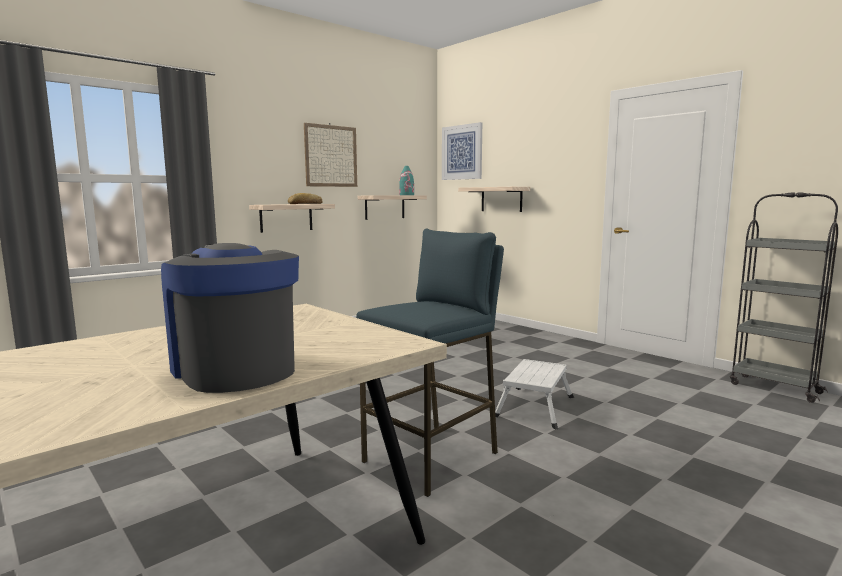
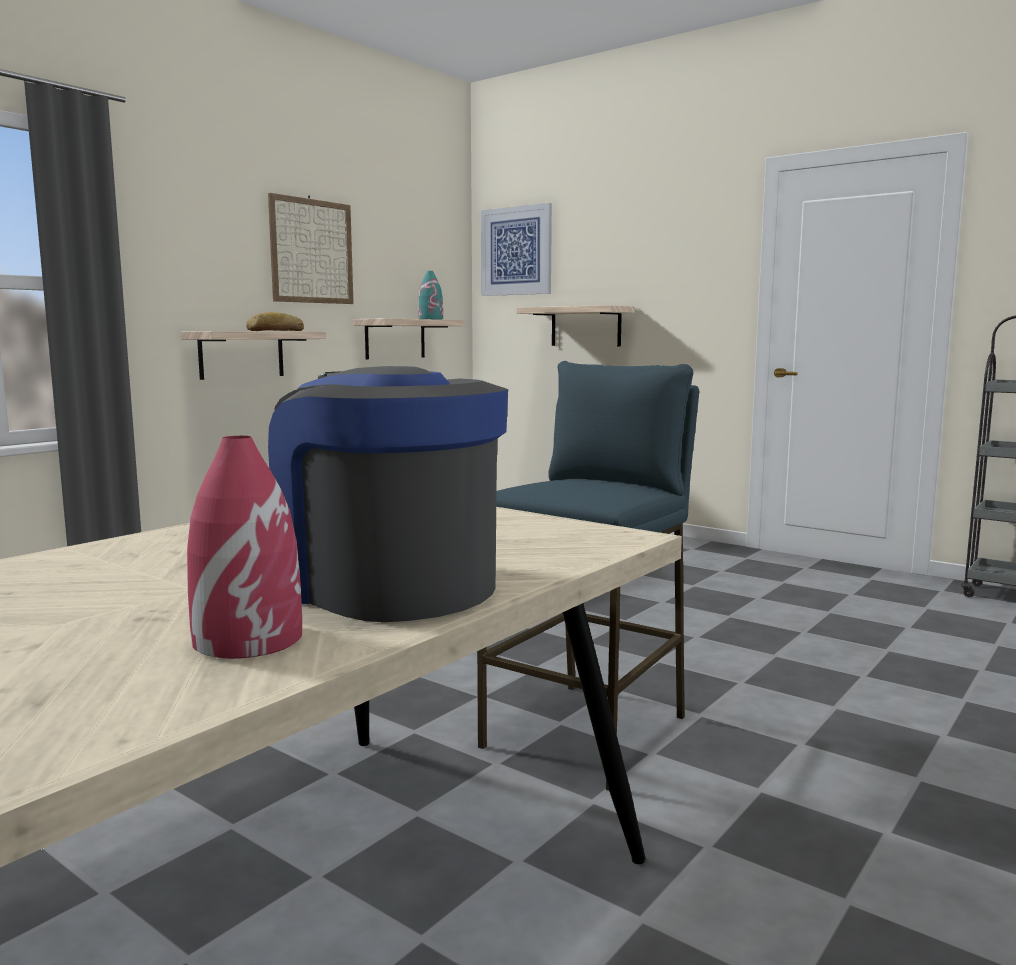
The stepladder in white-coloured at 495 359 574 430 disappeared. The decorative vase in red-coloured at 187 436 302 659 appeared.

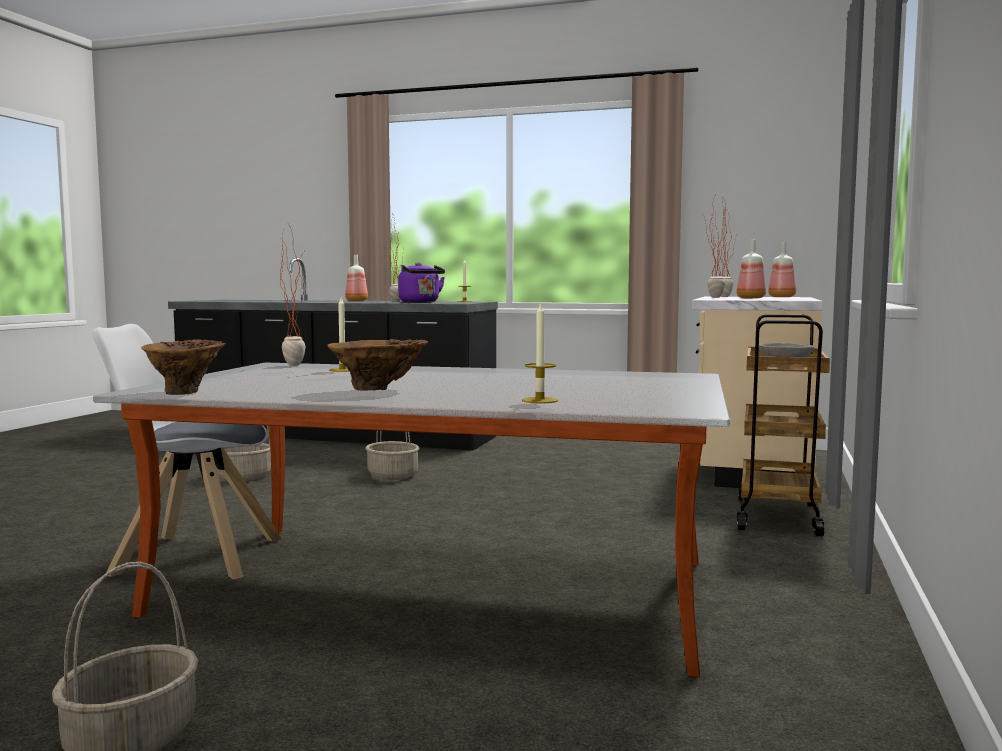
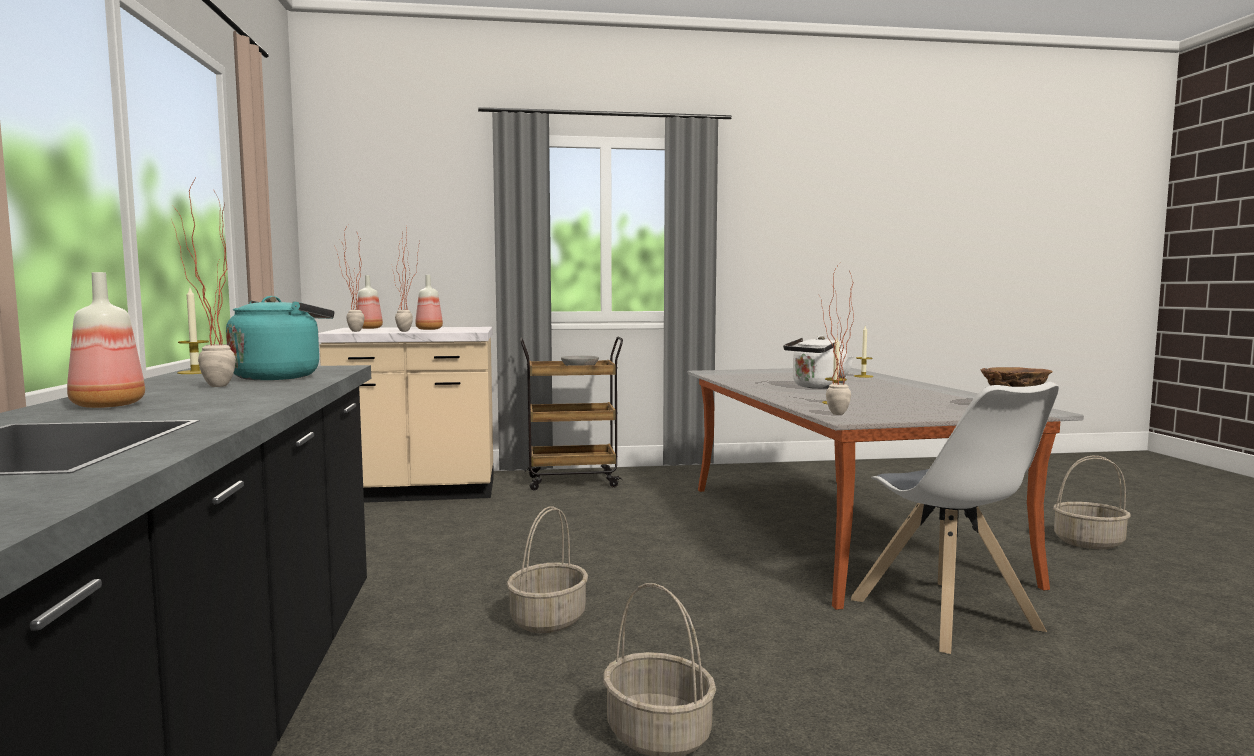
The tea kettle in purplish at 398 262 445 303 became the tea kettle in turquoise-coloured at 226 296 334 380. The decorative vase in brown-coloured at 327 339 428 391 disappeared. The tea kettle in white-coloured at 783 335 853 389 appeared.

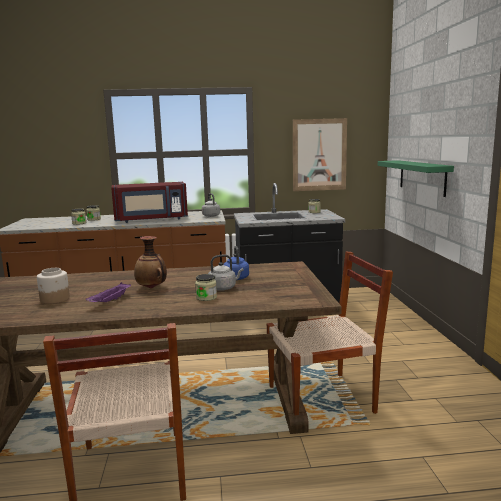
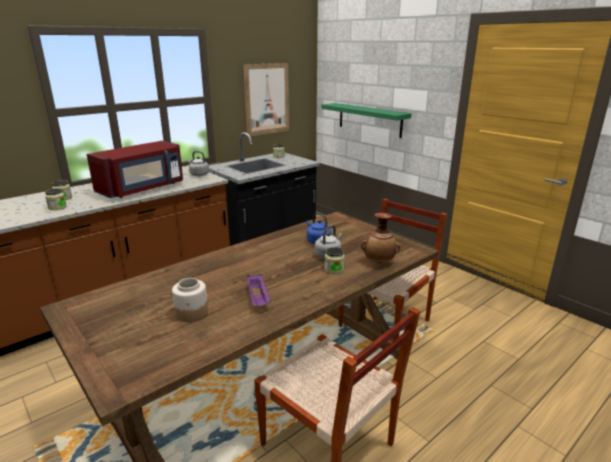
The decorative vase moved from 134 236 167 289 to 361 213 400 263.

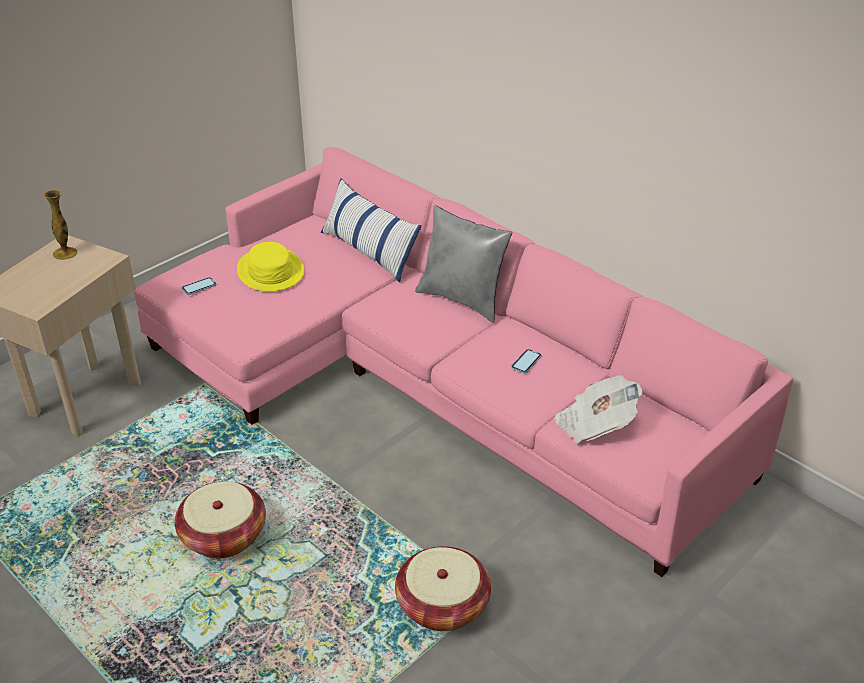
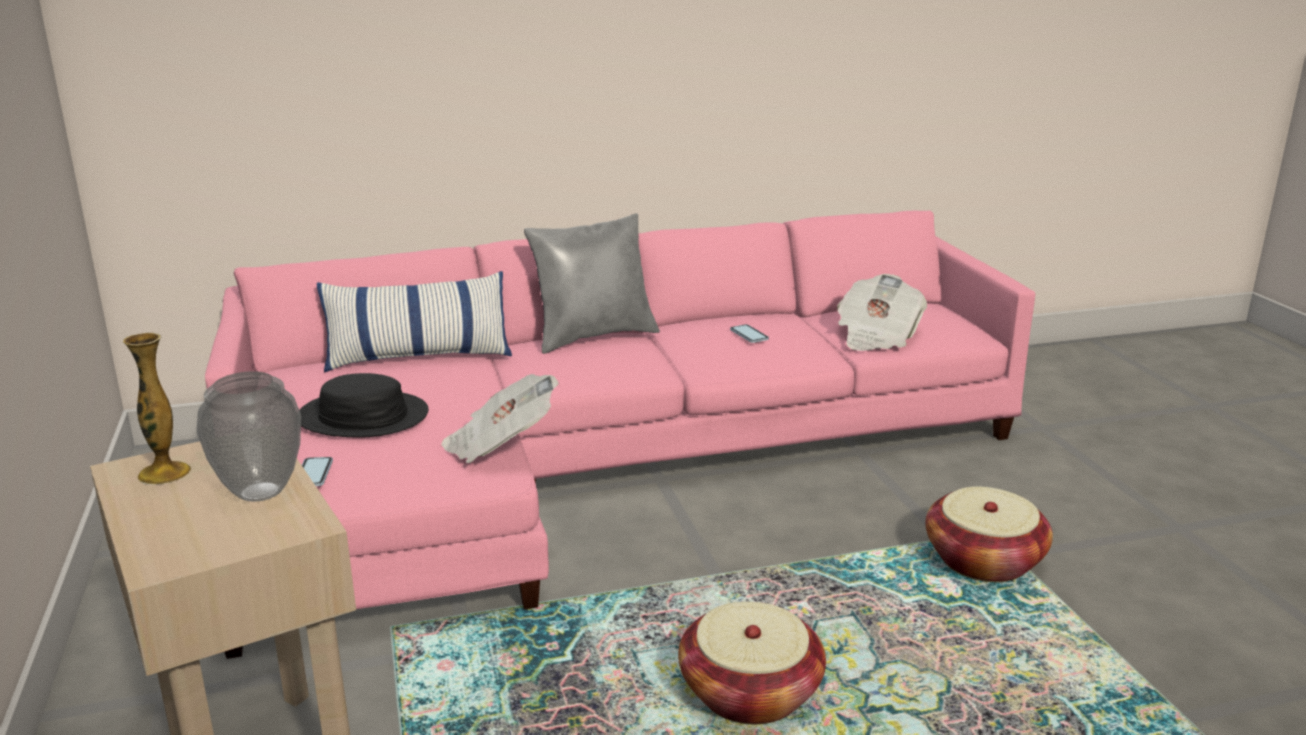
The wearable hat in yellow-coloured at 237 242 304 291 became the wearable hat in blackish at 299 373 429 437. The decorative vase at 197 371 301 501 appeared. The printed paper at 441 374 559 463 appeared.

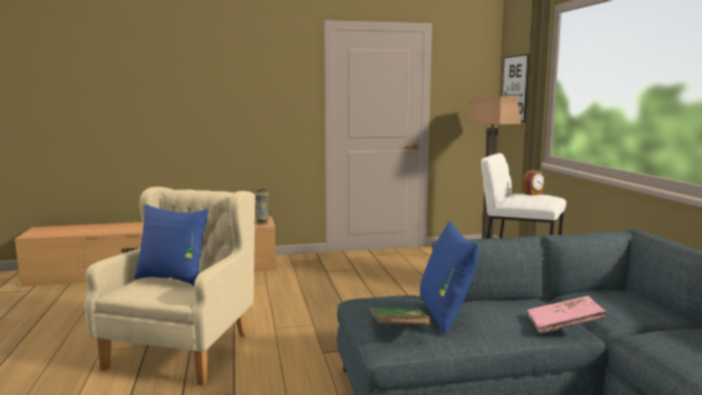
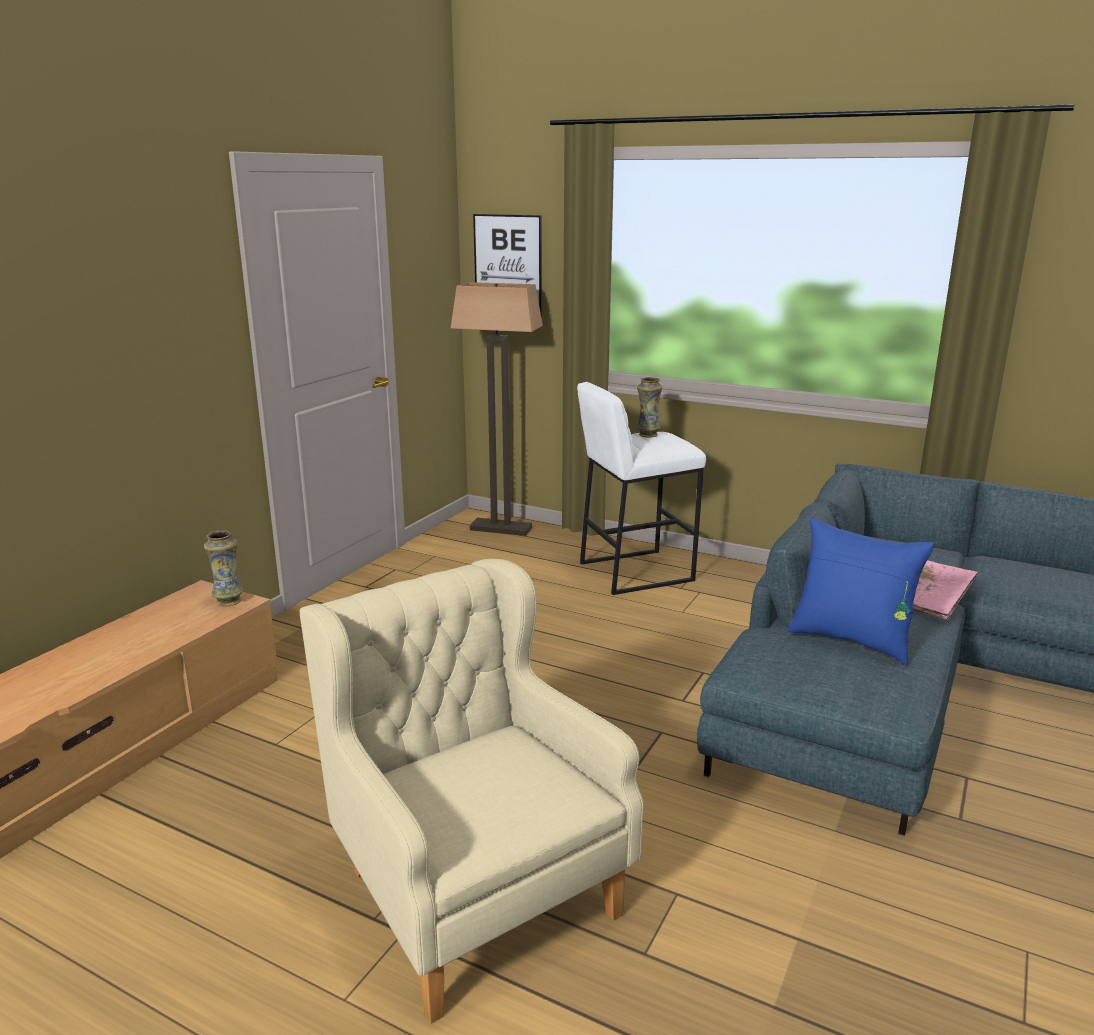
The table clock at 523 170 545 196 was replaced by the decorative vase at 637 377 662 438. The cushion in blue at 134 204 209 286 disappeared. The volume in green at 370 307 430 325 disappeared.

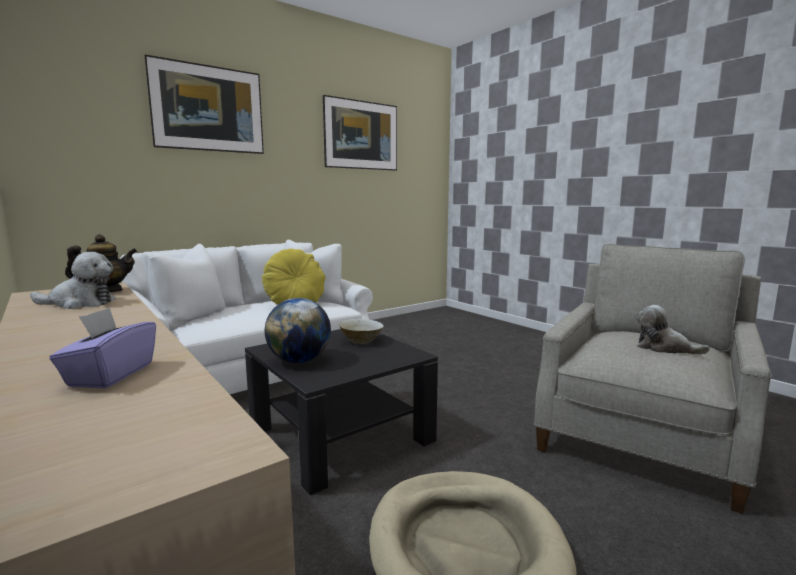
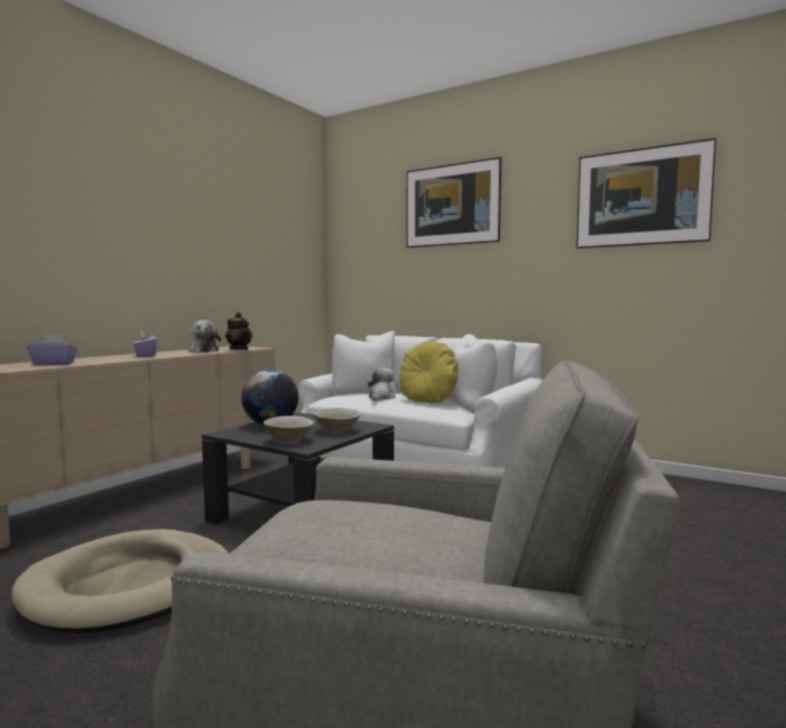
The plush toy moved from 636 305 710 355 to 368 368 395 401. The tissue box in purplish at 133 330 157 357 appeared. The bowl in beige-coloured at 263 416 314 443 appeared.

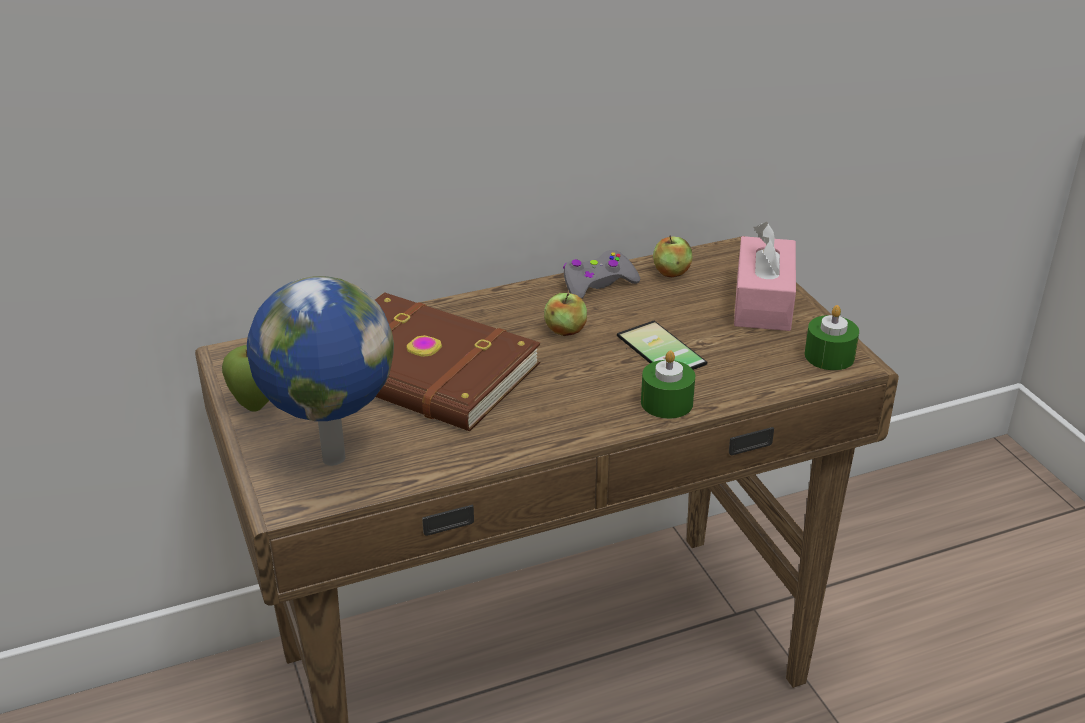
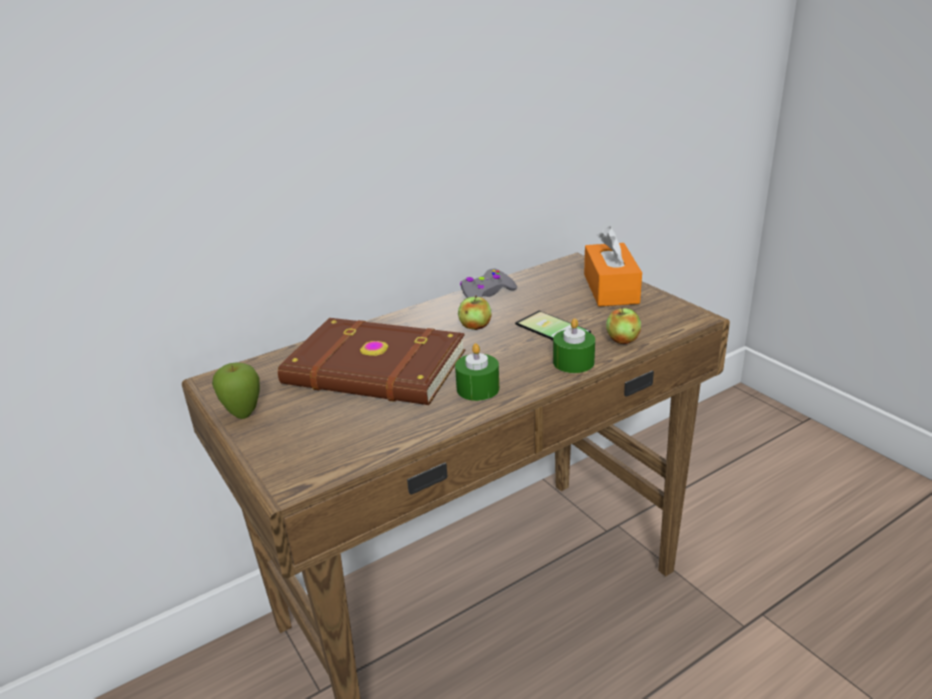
The tissue box in pink at 734 222 796 331 became the tissue box in orangey at 584 226 642 306. The apple fruit moved from 653 235 693 278 to 606 307 641 344. The world globe at 247 276 394 466 disappeared. The wax candle in green moved from 804 305 859 370 to 455 343 499 401.

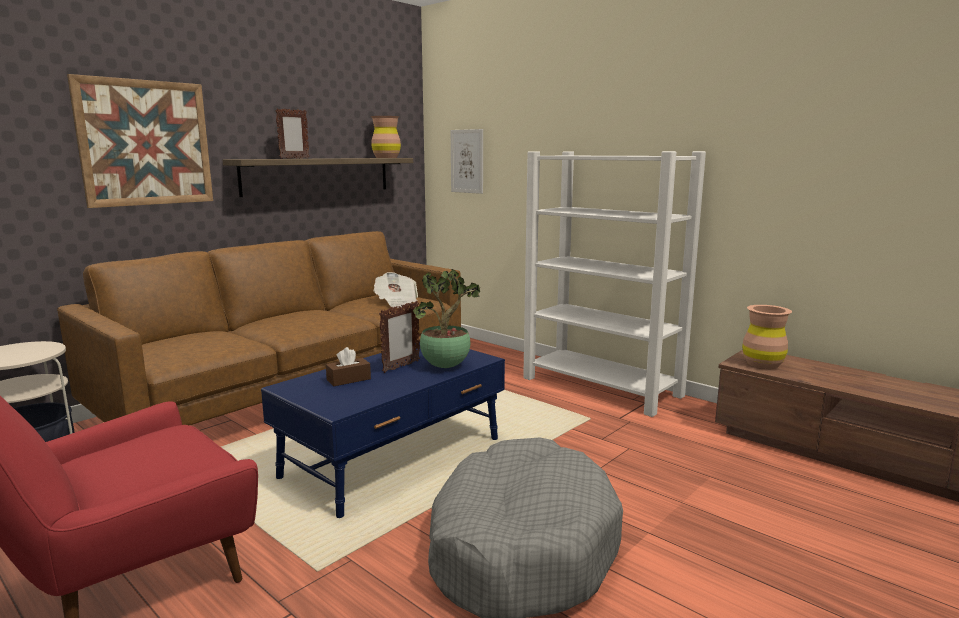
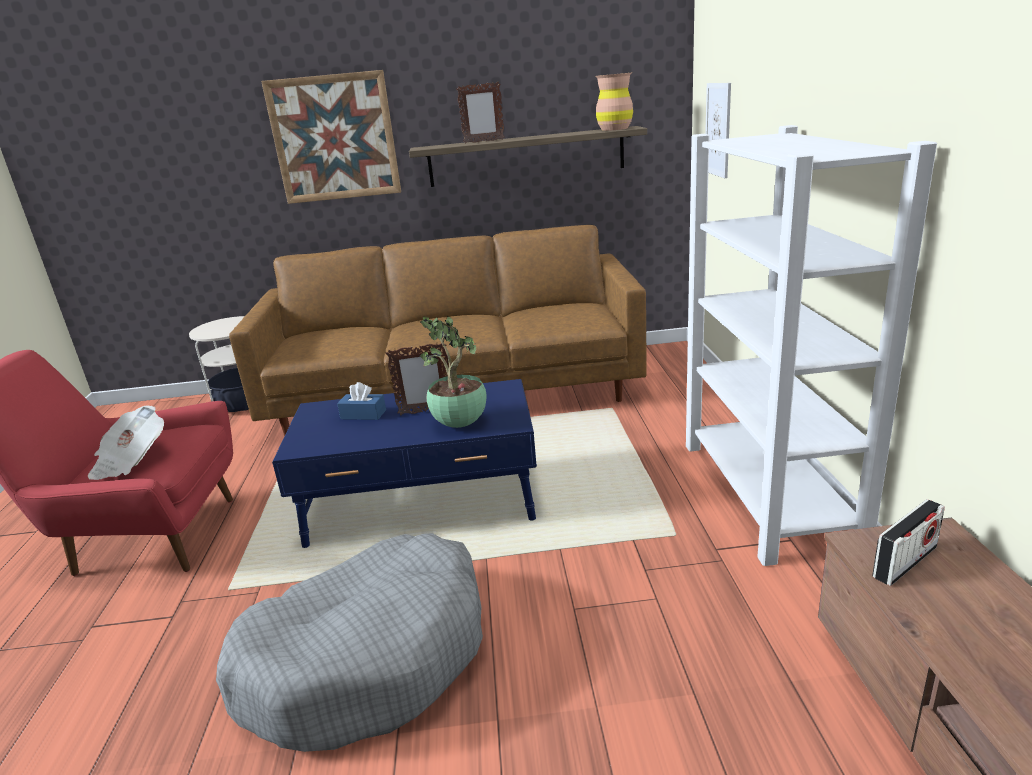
The printed paper moved from 373 272 418 307 to 87 405 164 480. The decorative vase in brown-coloured at 742 305 792 369 was replaced by the radio set at 872 499 945 586. The tissue box in brown-coloured at 326 347 371 386 became the tissue box in blue at 337 382 386 420.

